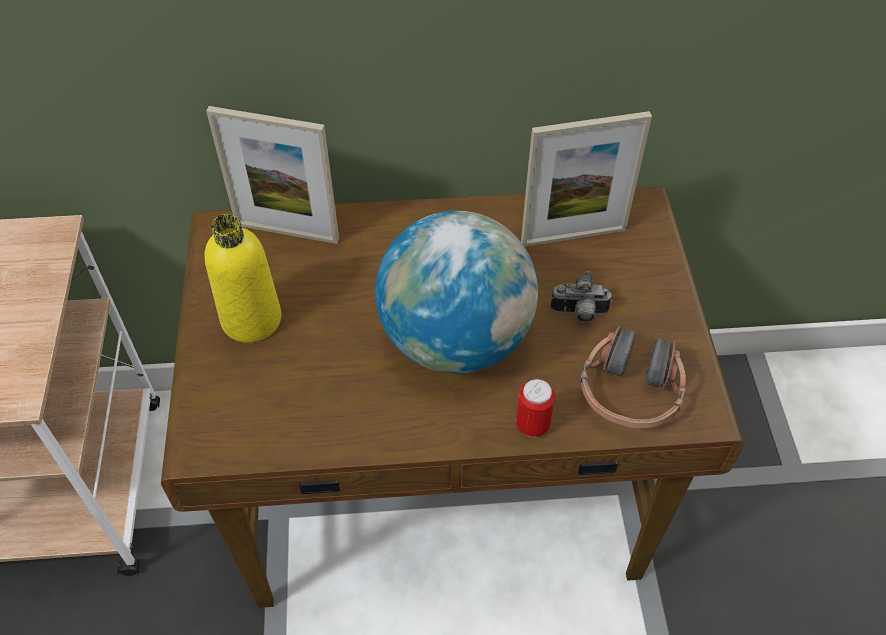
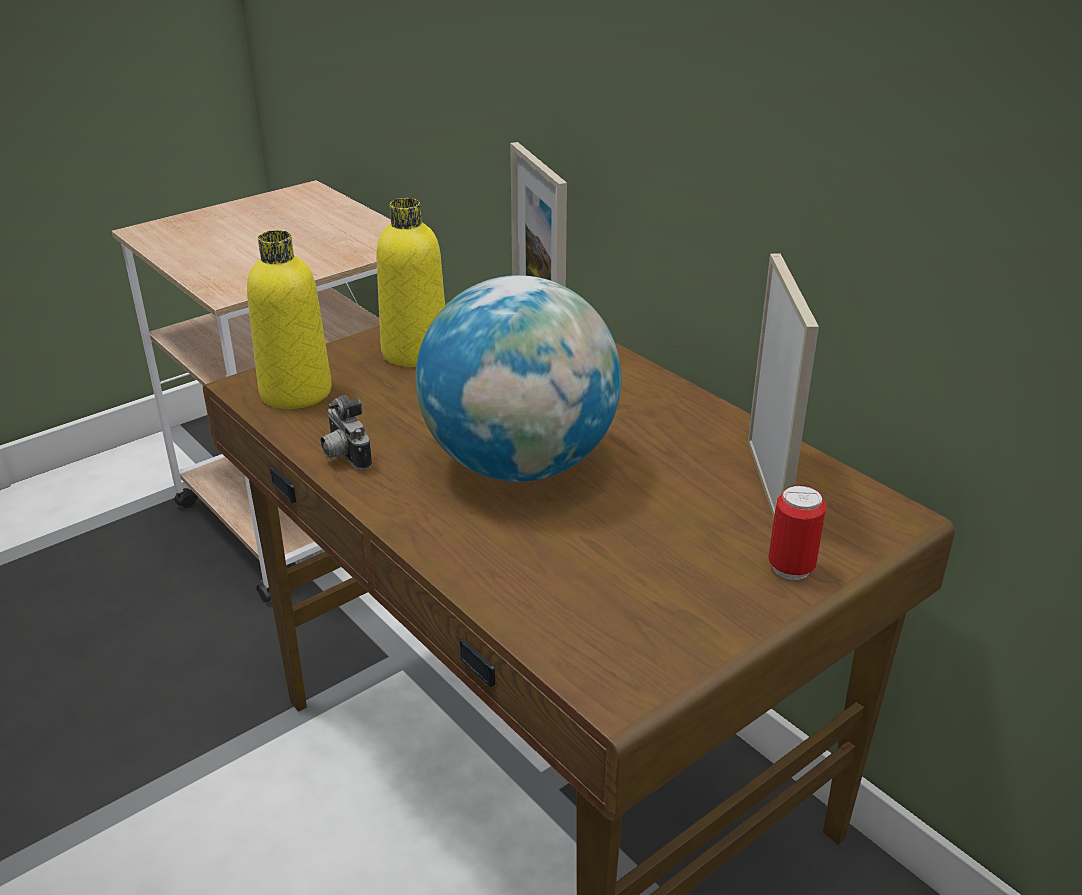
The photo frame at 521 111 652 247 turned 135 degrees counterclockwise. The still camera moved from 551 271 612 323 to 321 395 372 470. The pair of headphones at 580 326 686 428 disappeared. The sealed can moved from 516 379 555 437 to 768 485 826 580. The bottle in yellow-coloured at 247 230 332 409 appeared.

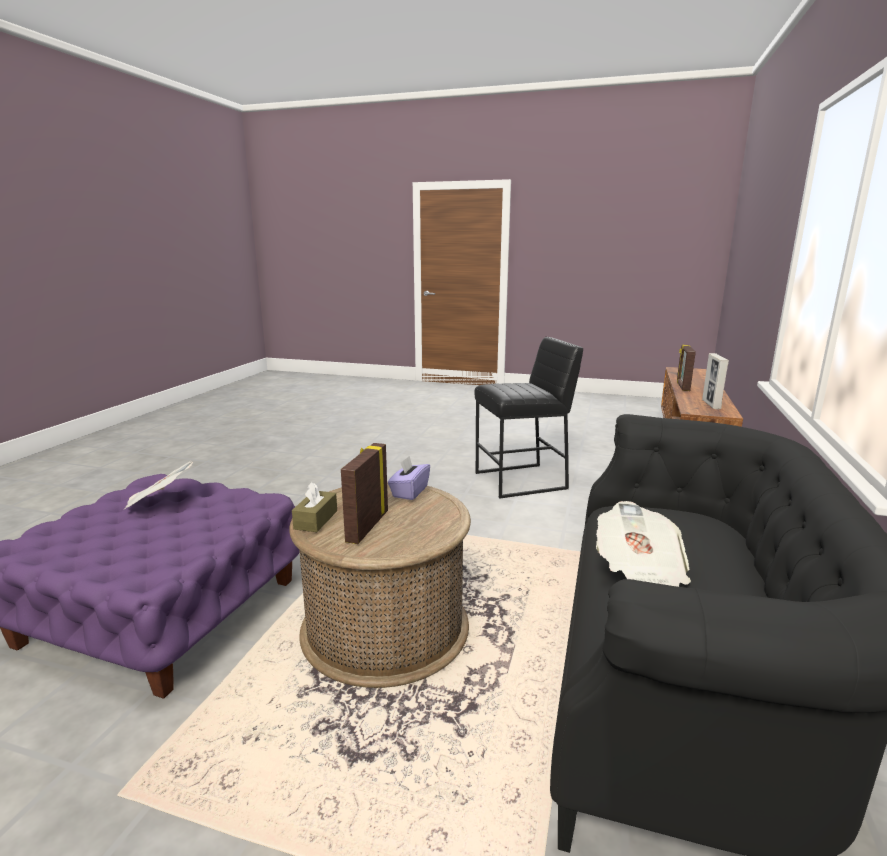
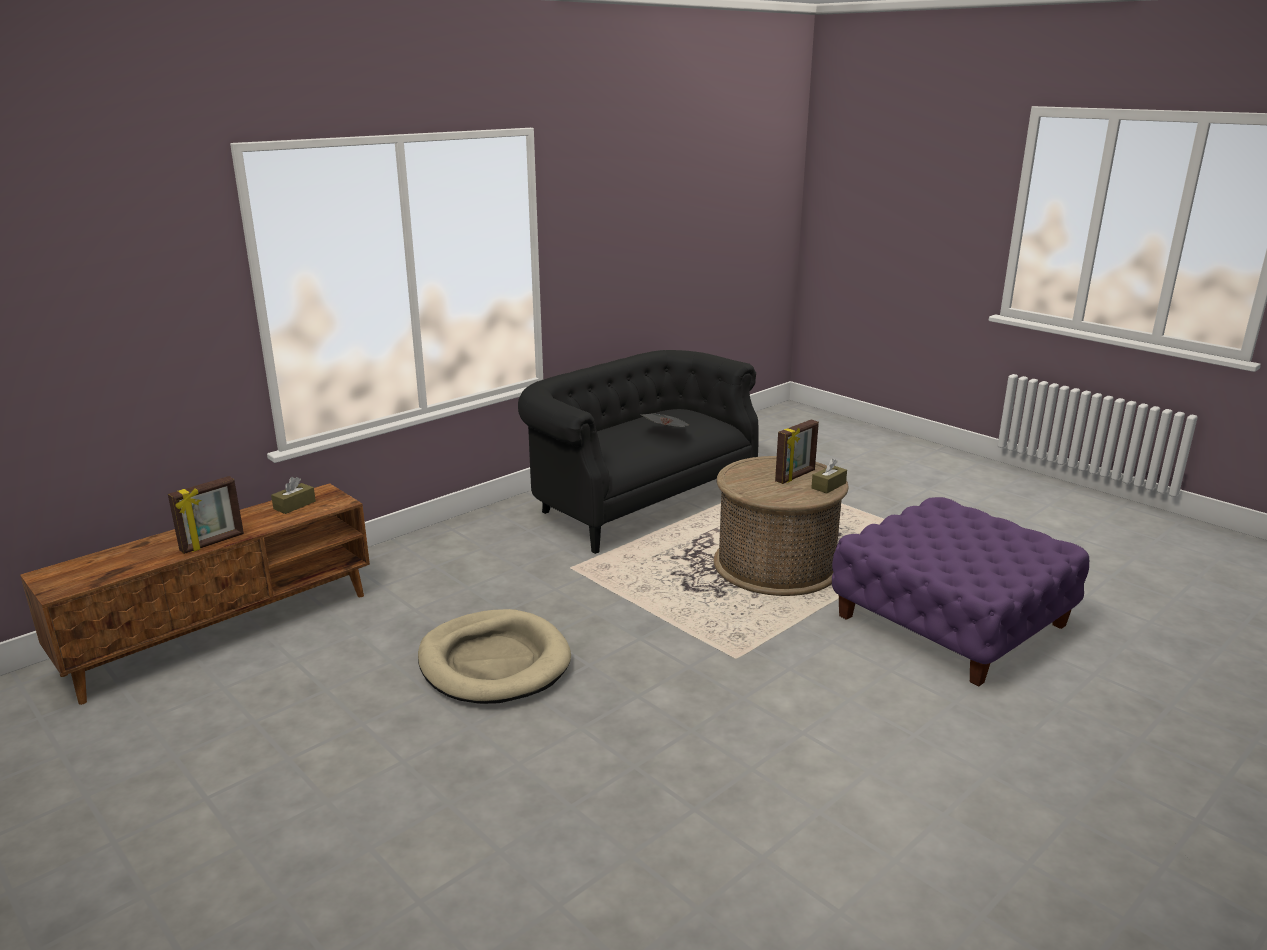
The stool seat in blackish at 474 337 583 498 was replaced by the dog cushion in beige-coloured at 418 609 571 704. The photo frame at 702 353 729 409 was replaced by the tissue box in brown-coloured at 271 477 316 514. The tissue box in purplish at 388 456 430 500 disappeared. The printed paper at 123 461 193 510 disappeared.

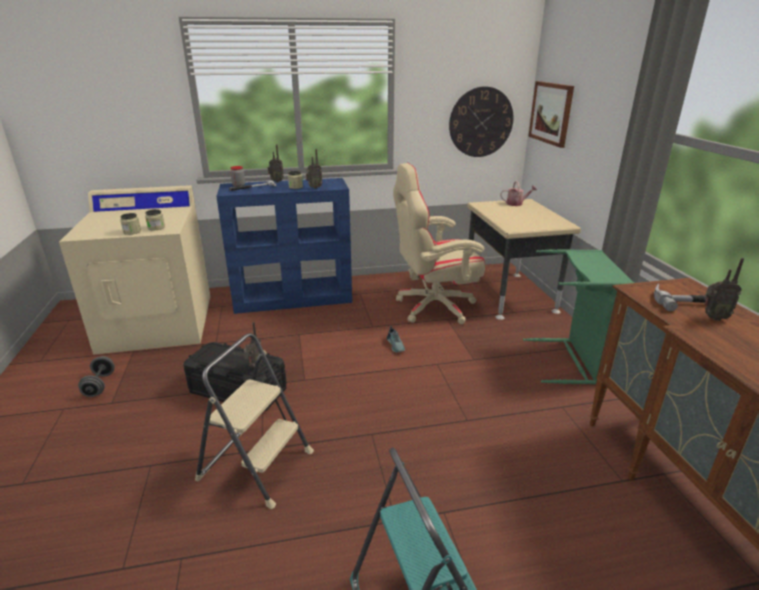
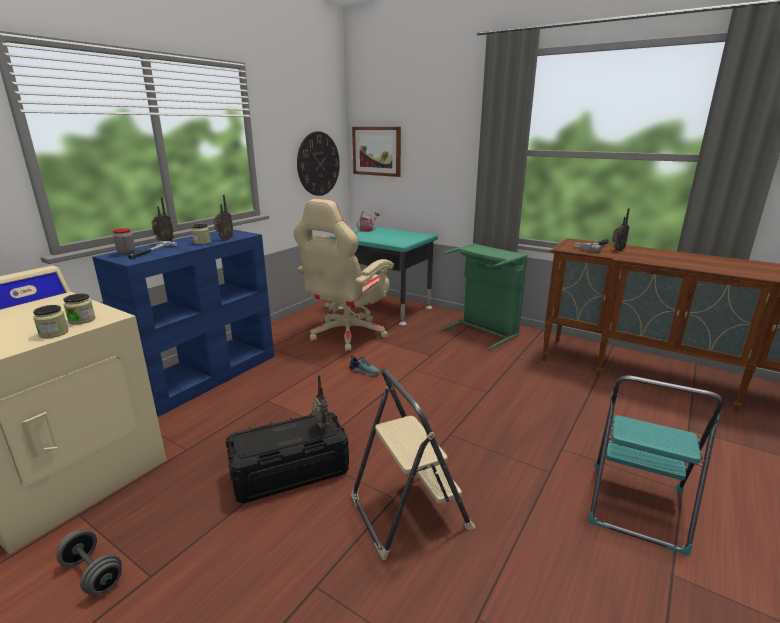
The desk unit in beige-coloured at 467 199 581 320 became the desk unit in turquoise-coloured at 332 226 438 325.

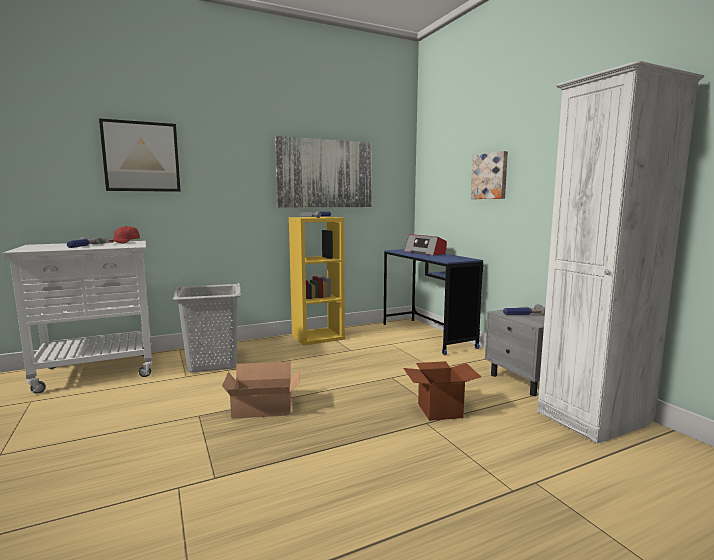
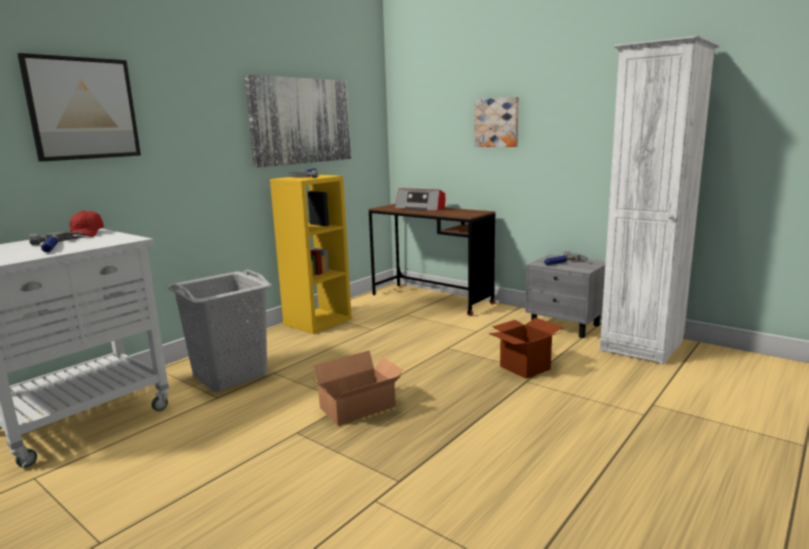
The desk unit in blue at 384 249 483 355 became the desk unit in brown-coloured at 368 204 496 316.

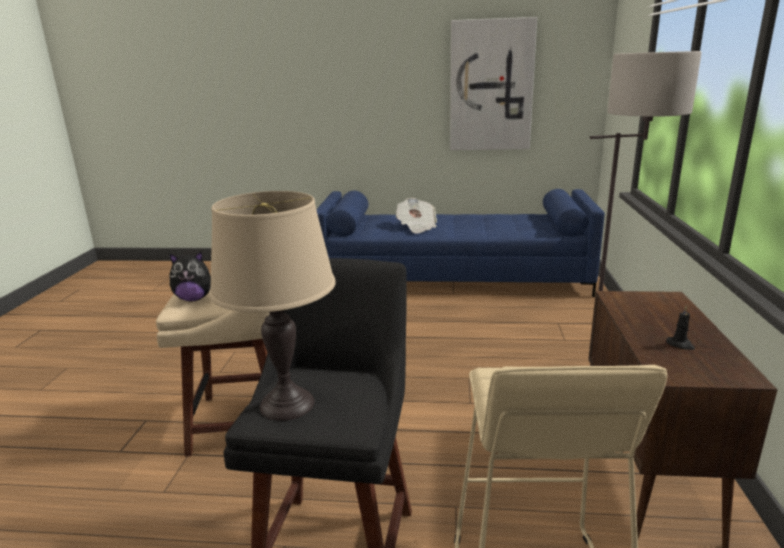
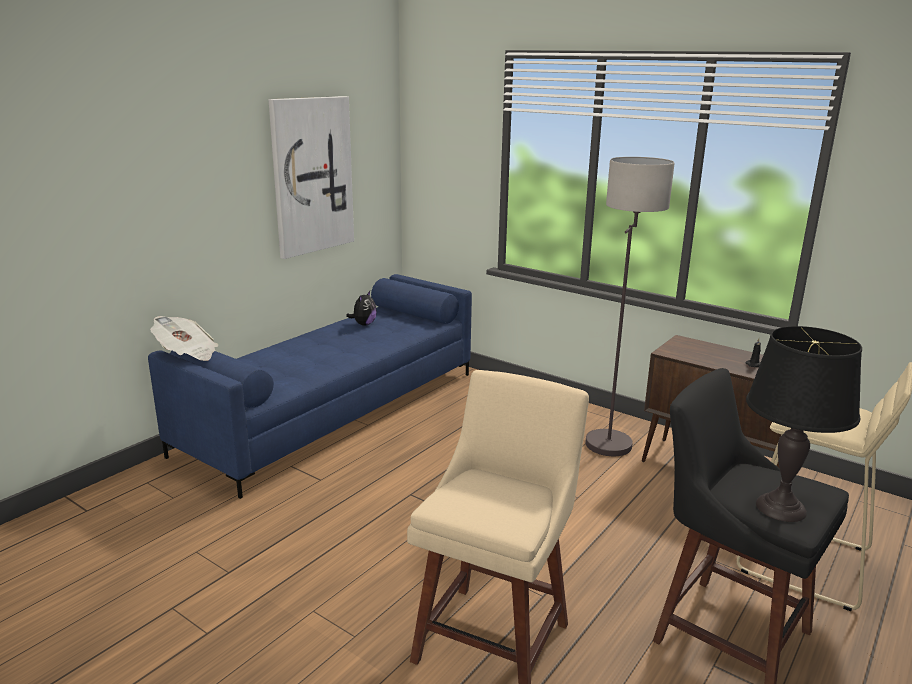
The tabletop lamp in beige-coloured at 209 191 336 421 became the tabletop lamp in blackish at 746 326 862 522. The printed paper moved from 396 198 437 234 to 150 316 218 361. The plush toy moved from 169 252 211 301 to 346 291 377 326.

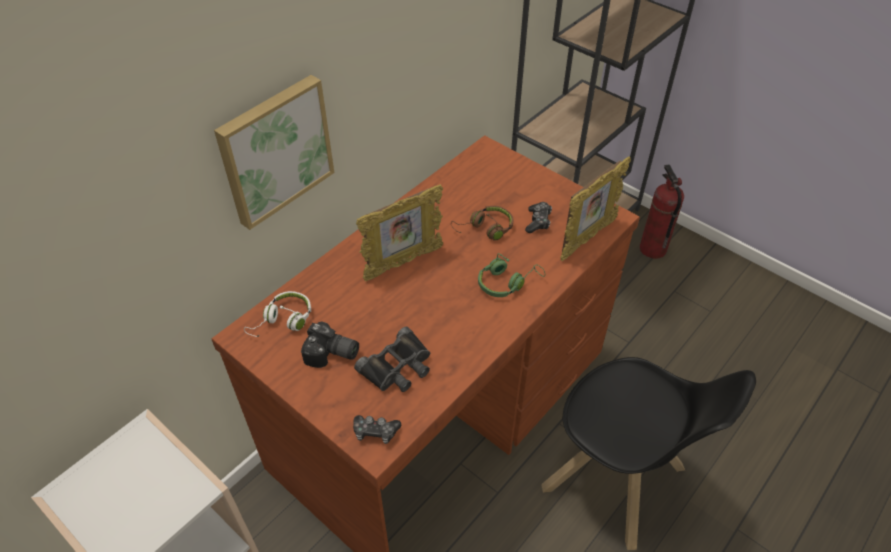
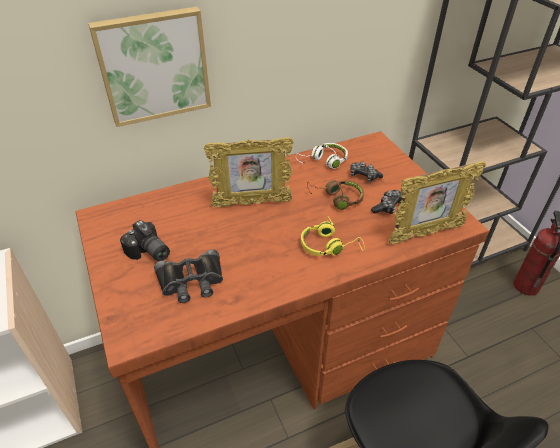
The pair of headphones in green at 478 253 545 297 became the pair of headphones in yellow-coloured at 301 216 365 256. The pair of headphones in white-coloured moved from 244 291 311 337 to 295 143 348 169. The game controller moved from 353 415 401 444 to 350 162 383 182.

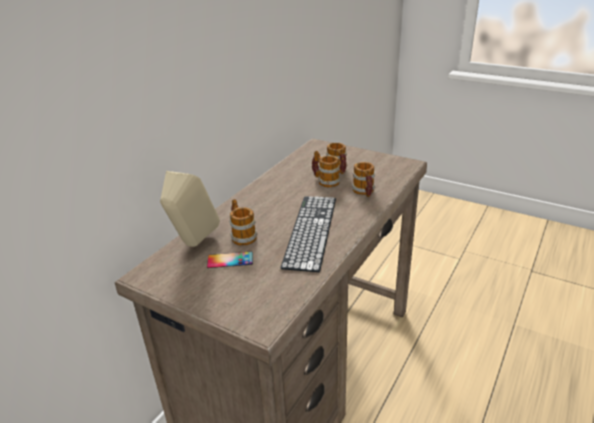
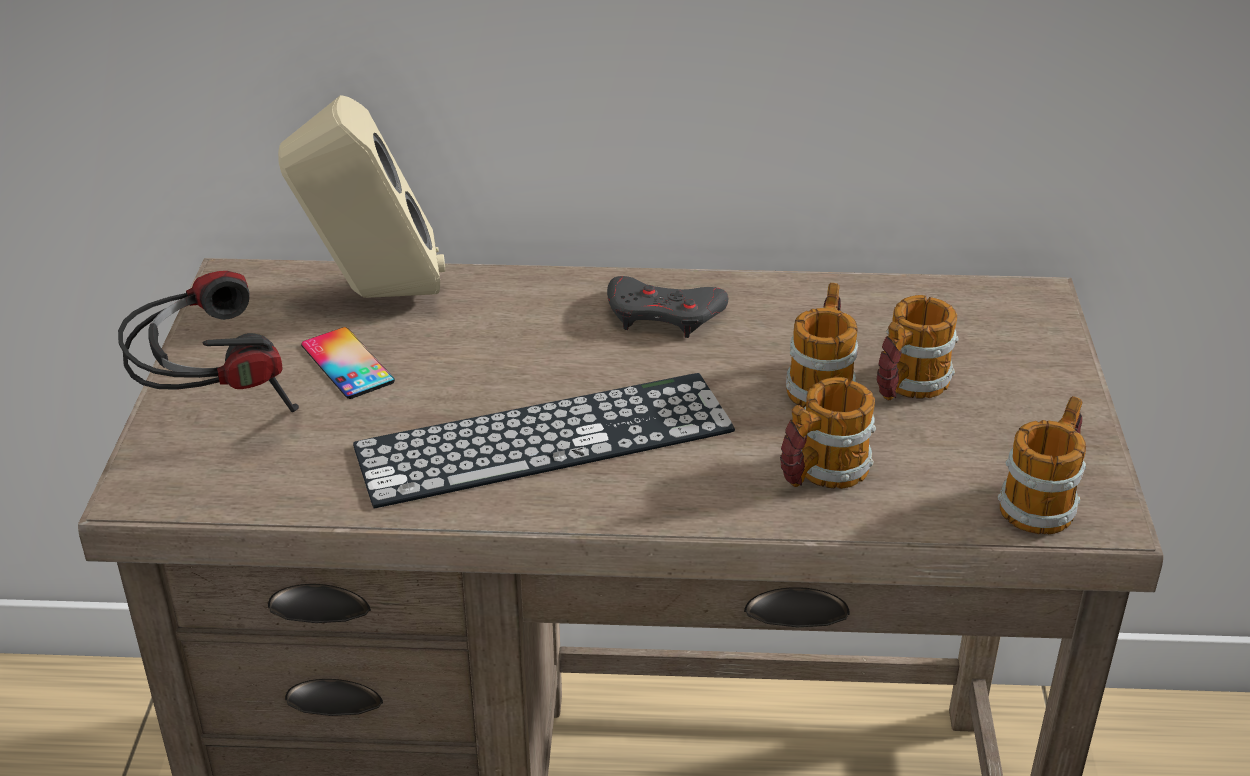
The tea mug moved from 229 199 258 245 to 998 396 1086 534. The pair of headphones at 118 271 299 412 appeared. The game controller in greyish at 607 276 728 338 appeared.

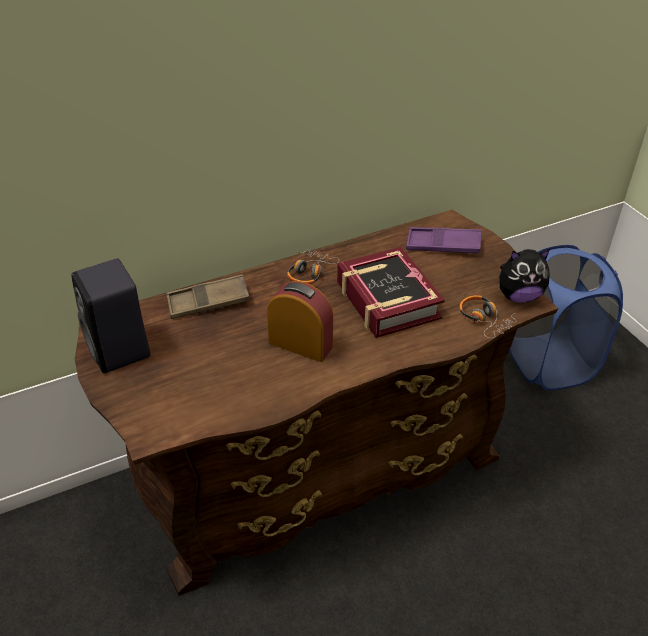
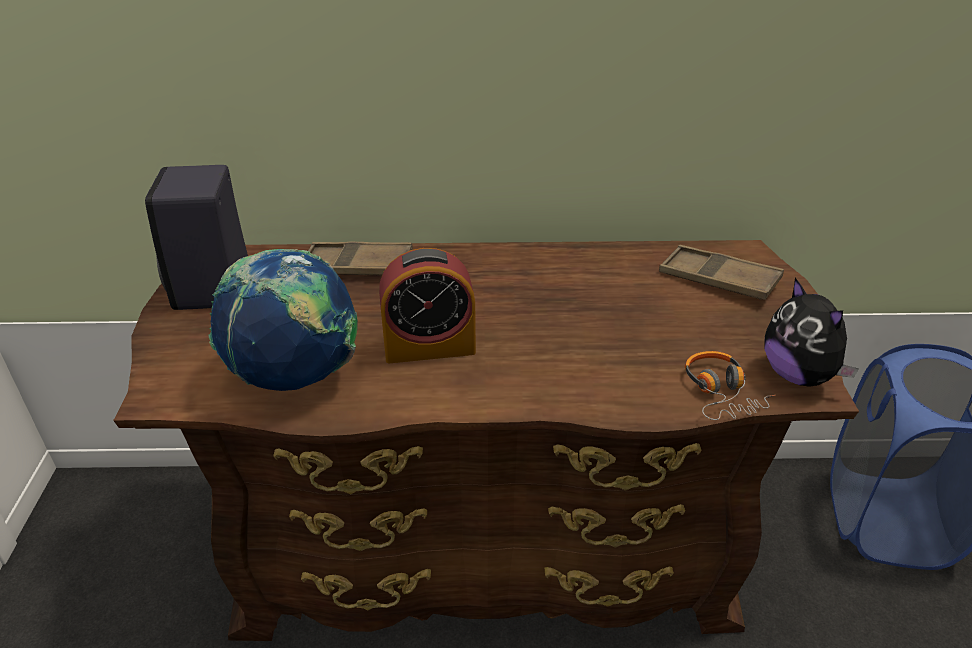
The carrying tray in purplish at 406 227 482 253 became the carrying tray in brown-coloured at 659 245 784 300. The volume at 337 247 445 338 disappeared. The plush toy at 499 249 550 303 turned 45 degrees clockwise. The pair of headphones at 287 250 339 285 disappeared. The table clock at 267 281 333 362 turned 120 degrees clockwise. The world globe at 209 249 358 391 appeared.

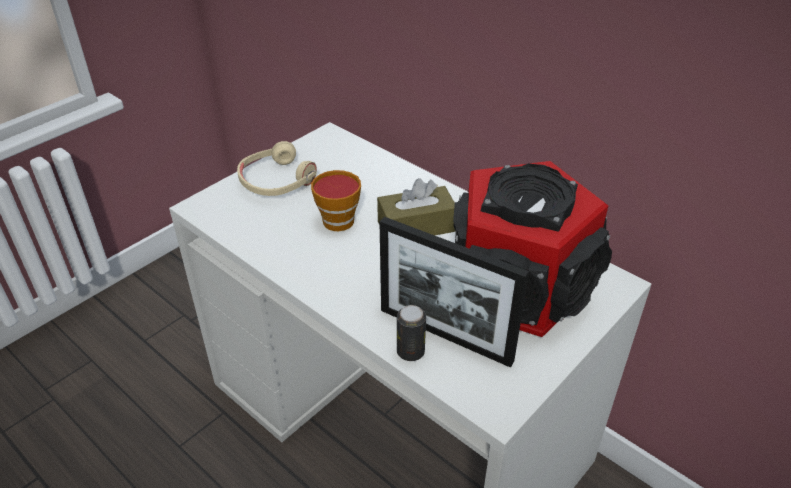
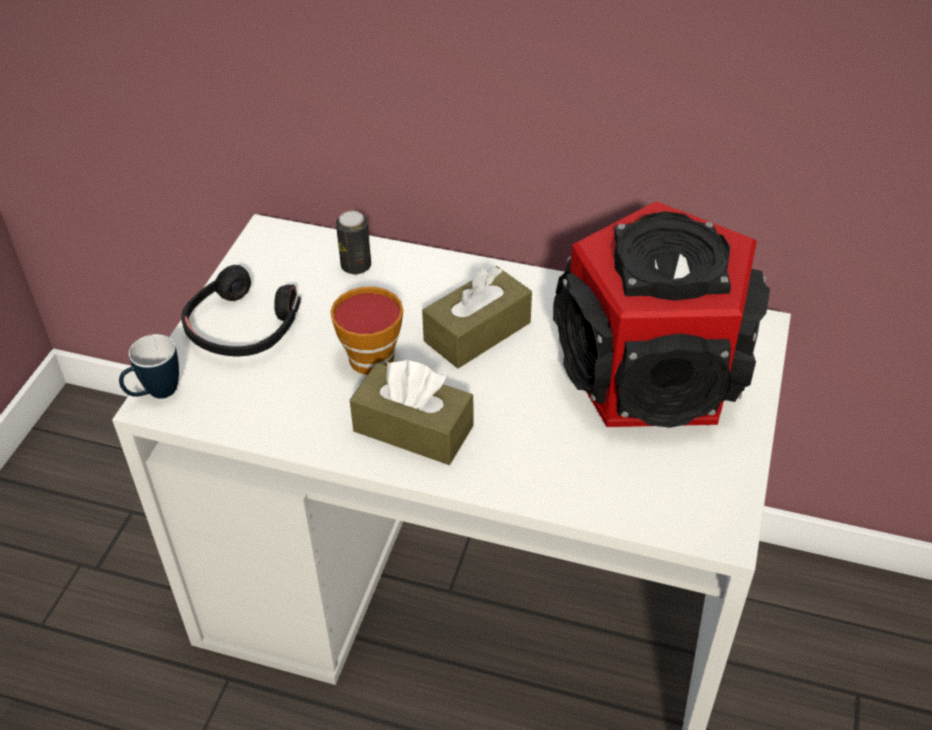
The pair of headphones in beige-coloured at 237 141 317 196 became the pair of headphones in blackish at 181 265 301 356. The photo frame at 379 217 529 368 disappeared. The sealed can moved from 397 305 426 361 to 336 211 371 274. The tea mug at 119 334 179 399 appeared. The tissue box in brown-coloured at 350 360 473 465 appeared.

